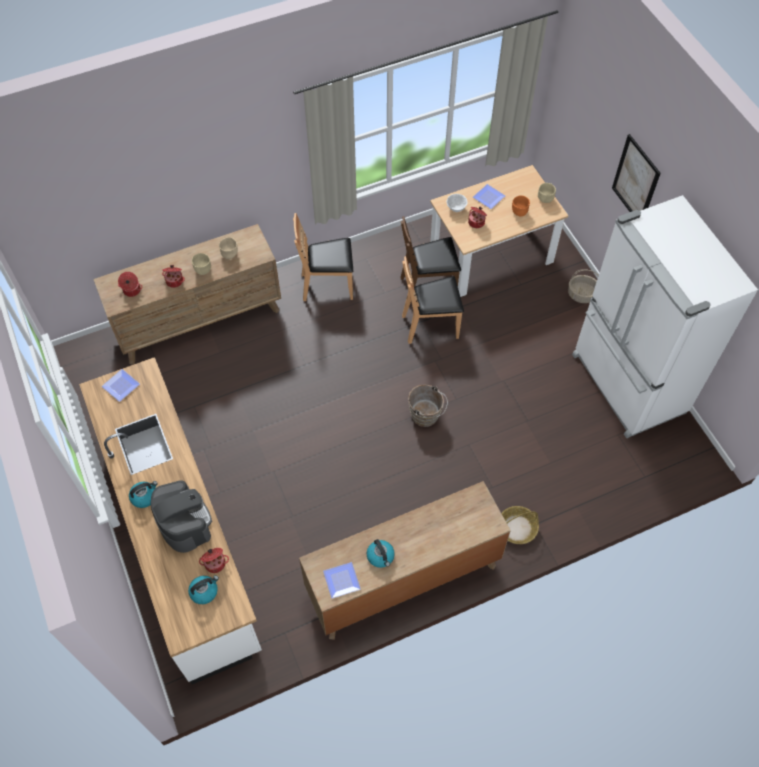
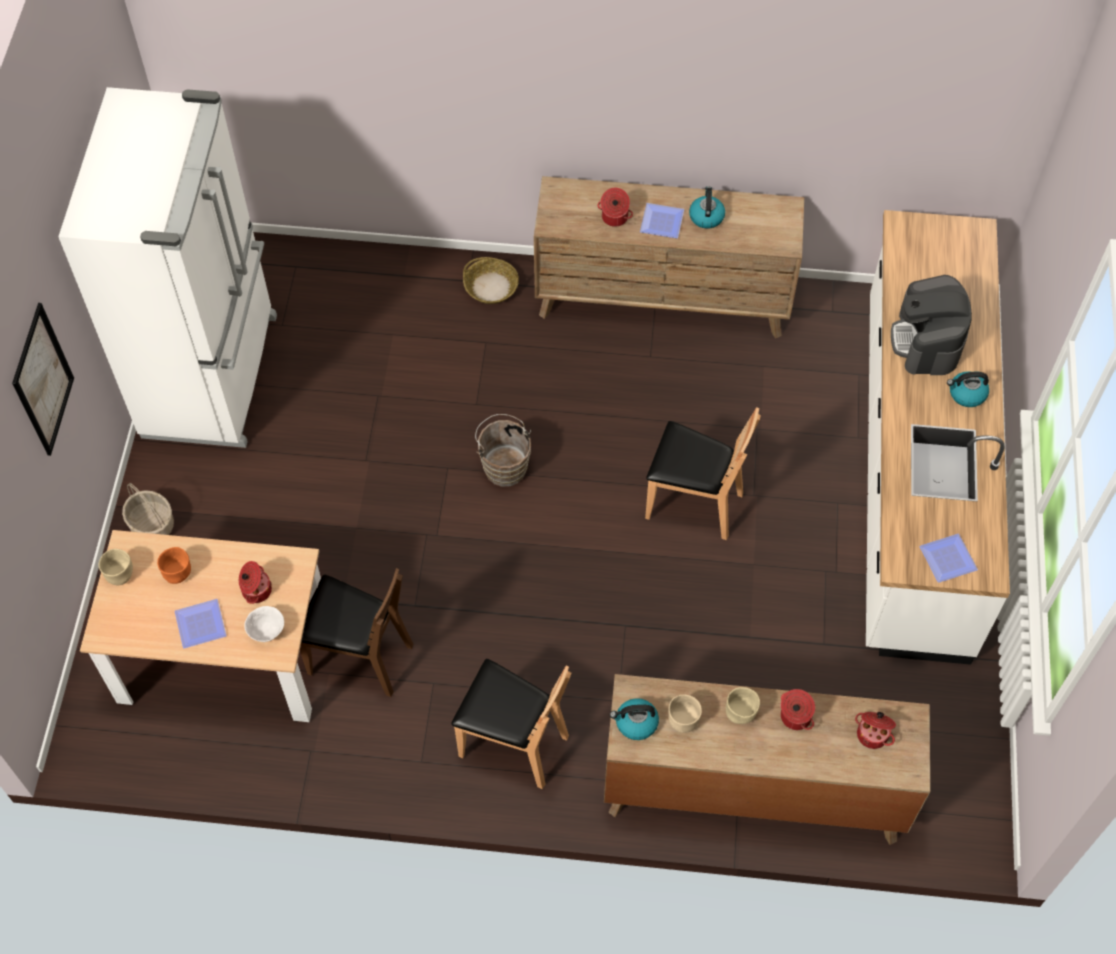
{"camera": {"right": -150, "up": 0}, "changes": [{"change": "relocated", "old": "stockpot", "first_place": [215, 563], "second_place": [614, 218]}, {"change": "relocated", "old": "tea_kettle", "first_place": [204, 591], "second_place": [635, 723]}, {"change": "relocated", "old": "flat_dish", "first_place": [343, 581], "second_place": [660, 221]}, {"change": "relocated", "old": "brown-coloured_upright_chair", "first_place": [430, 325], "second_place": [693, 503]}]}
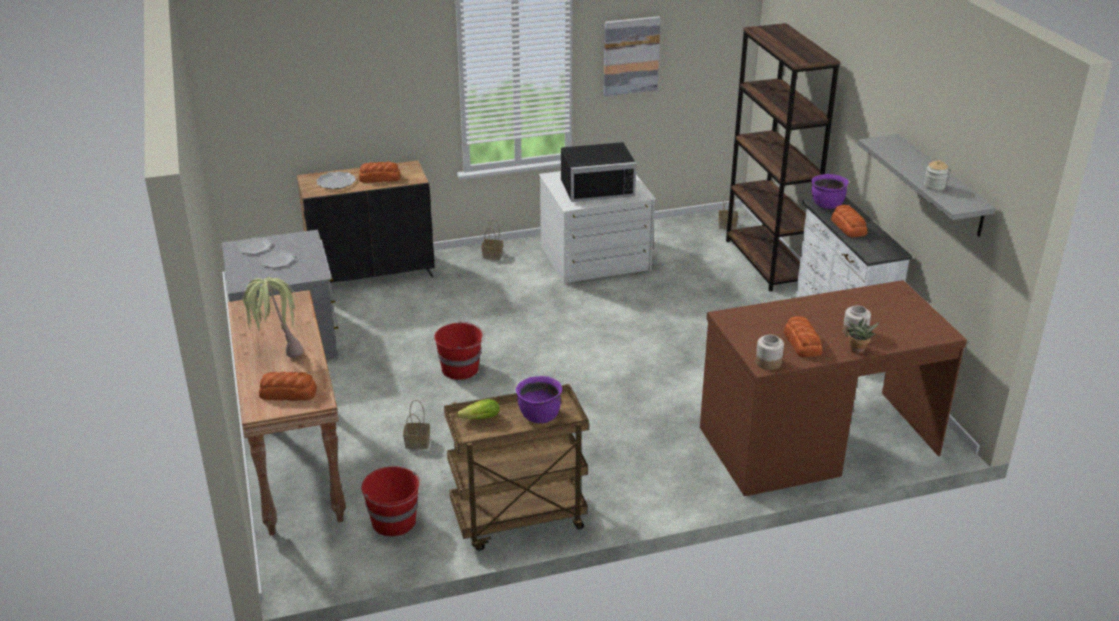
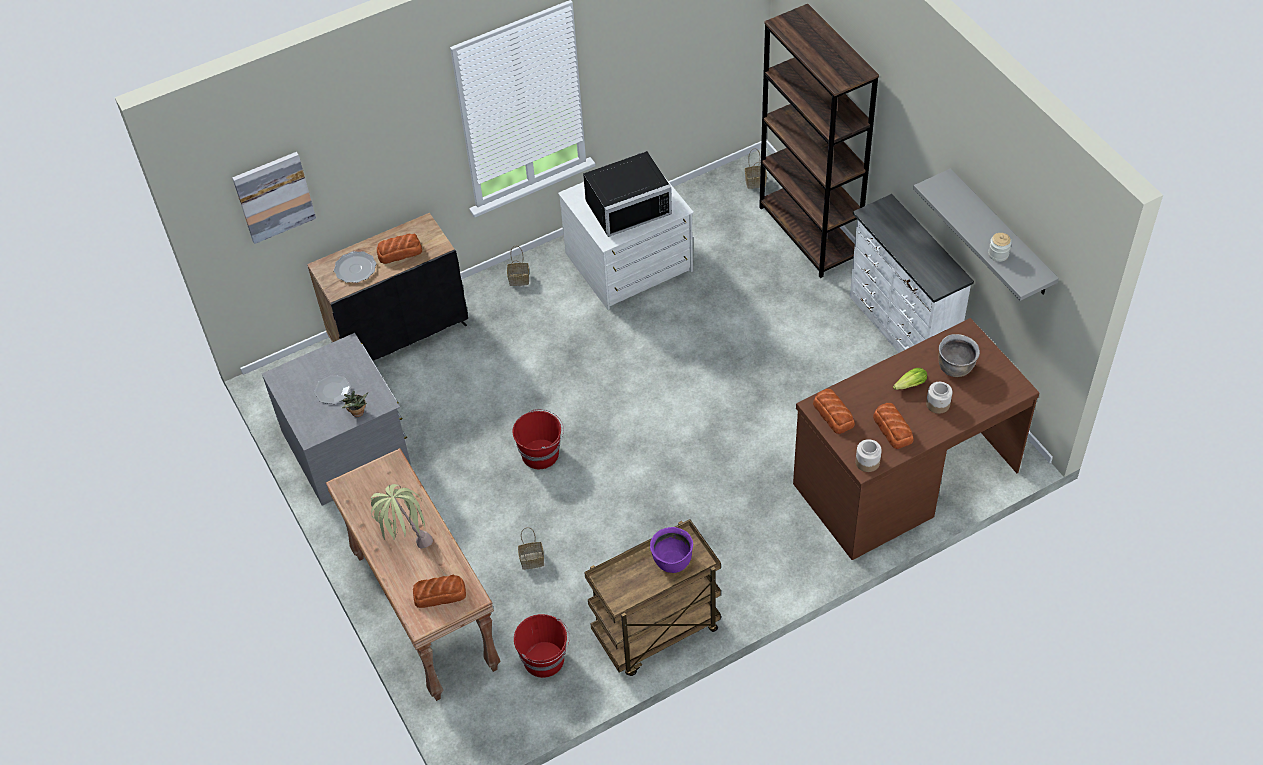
{"camera": {"right": -10, "up": 20}, "changes": [{"change": "relocated", "old": "wall_art", "first_place": [630, 55], "second_place": [274, 196]}, {"change": "relocated", "old": "potted_plant", "first_place": [857, 351], "second_place": [358, 414]}, {"change": "relocated", "old": "bread", "first_place": [848, 227], "second_place": [833, 414]}, {"change": "relocated", "old": "lettuce_head", "first_place": [478, 419], "second_place": [908, 386]}, {"change": "appeared", "new": "brown-coloured_stockpot", "second_place": [955, 367]}, {"change": "missing", "old": "flat_dish", "first_place": [255, 247]}, {"change": "missing", "old": "purple_stockpot", "first_place": [827, 205]}]}
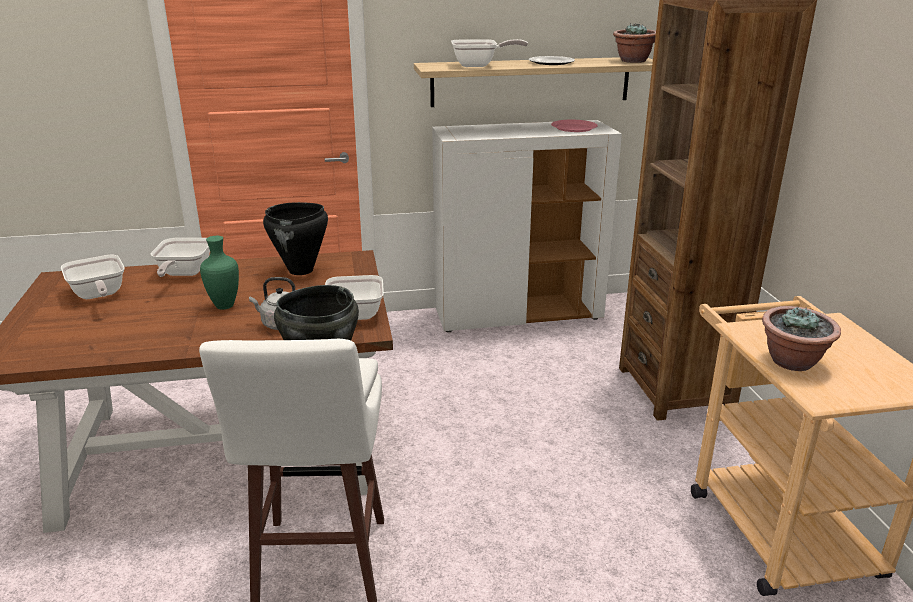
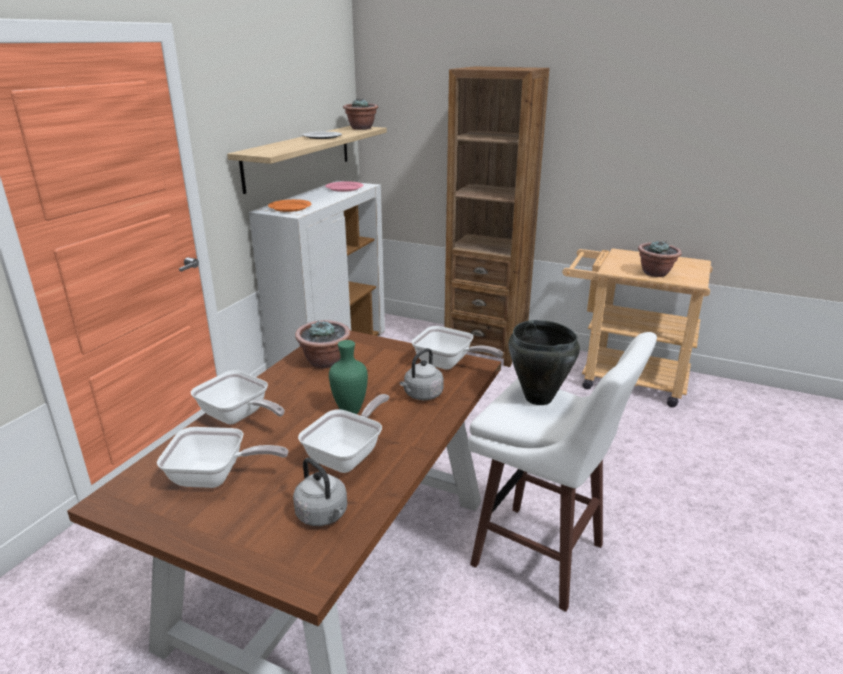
{"camera": {"right": -55, "up": 0}, "changes": [{"change": "appeared", "new": "orange-coloured_flat_dish", "second_place": [289, 207]}, {"change": "appeared", "new": "greyish_tea_kettle", "second_place": [323, 515]}, {"change": "exchanged", "old": "black_stockpot", "new": "potted_plant", "first_place": [301, 270], "second_place": [325, 362]}, {"change": "relocated", "old": "pan", "first_place": [479, 65], "second_place": [348, 455]}]}
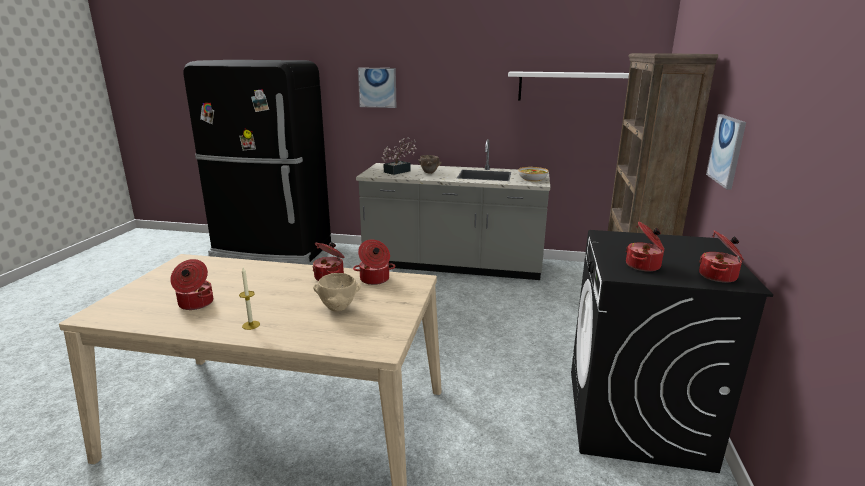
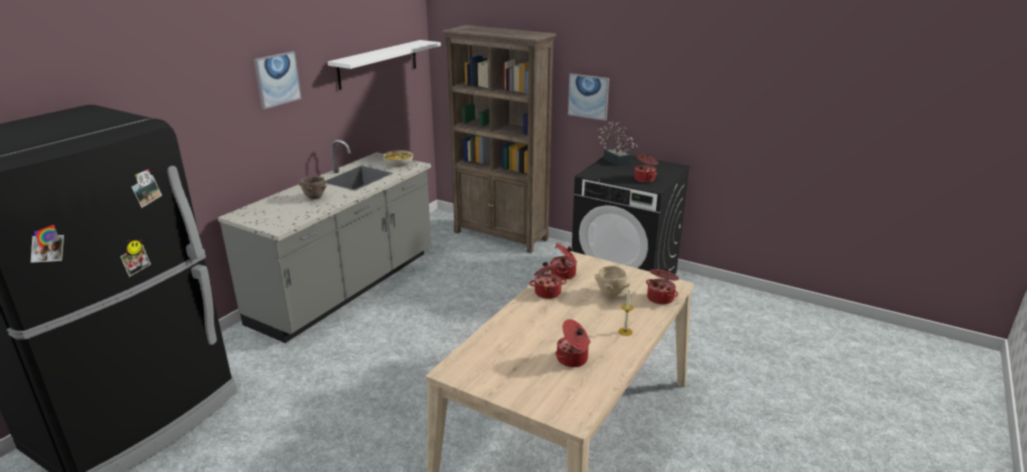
{"camera": {"right": -70, "up": 5}, "changes": [{"change": "relocated", "old": "wall_art", "first_place": [377, 87], "second_place": [277, 79]}, {"change": "relocated", "old": "potted_plant", "first_place": [399, 171], "second_place": [615, 159]}, {"change": "relocated", "old": "stockpot", "first_place": [719, 276], "second_place": [661, 298]}]}
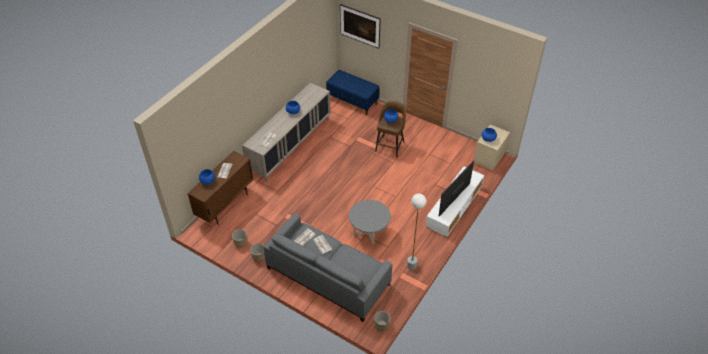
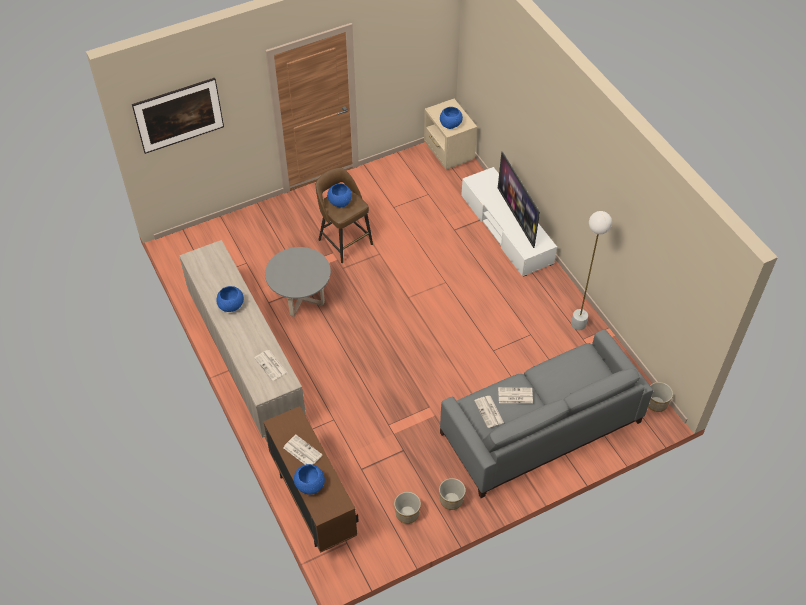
{"camera": {"right": -60, "up": 5}, "changes": [{"change": "relocated", "old": "greyish_lounge_table", "first_place": [369, 232], "second_place": [301, 298]}, {"change": "missing", "old": "blue_indoor_bench", "first_place": [353, 101]}]}
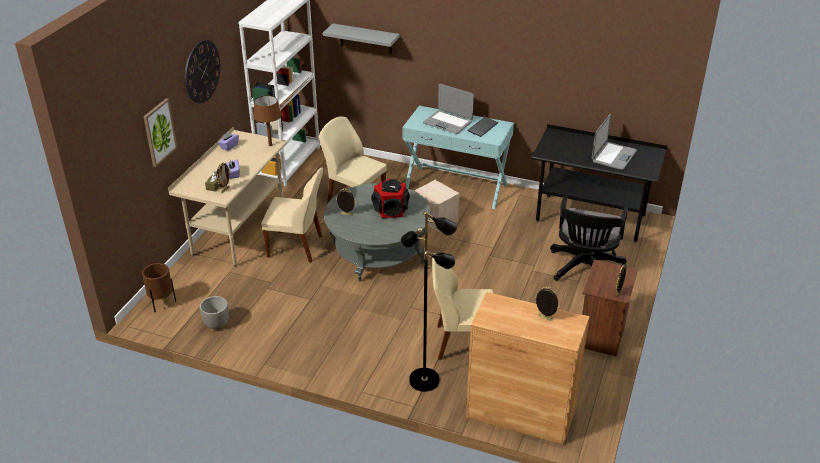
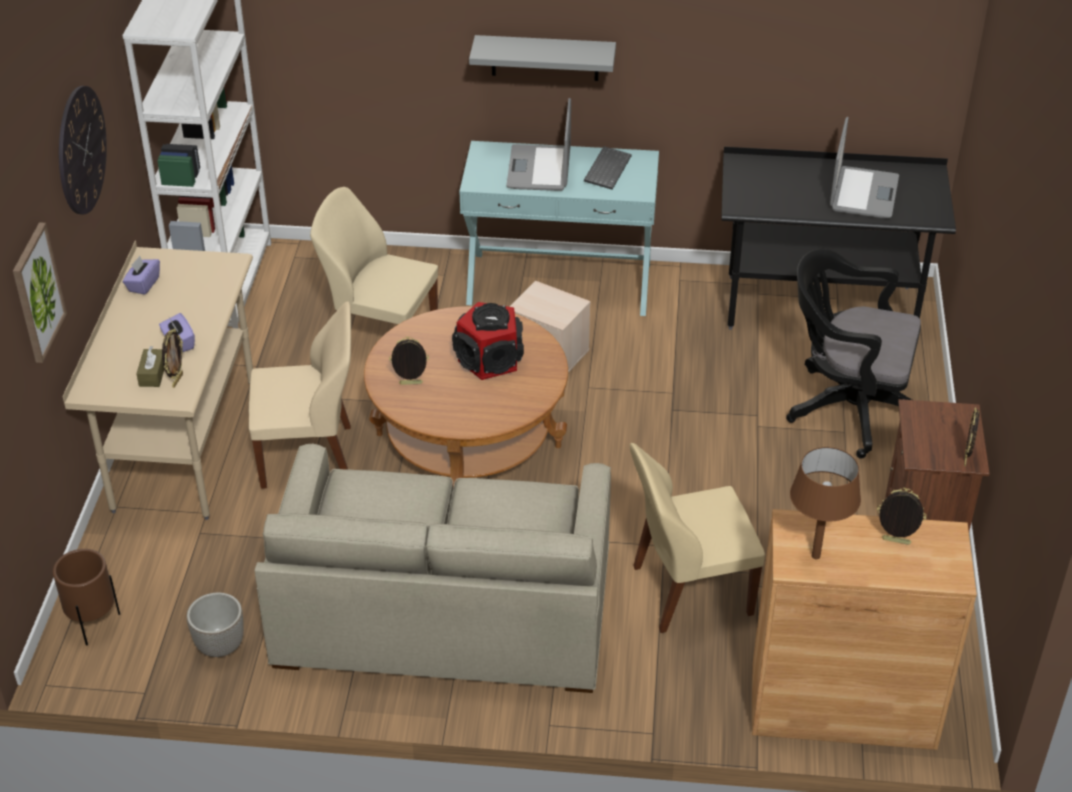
{"camera": {"right": -15, "up": 5}, "changes": [{"change": "appeared", "new": "beige_sofa", "second_place": [442, 608]}, {"change": "colour", "old": "greyish_lounge_table", "new": "brown-coloured_lounge_table", "first_place": [378, 252], "second_place": [468, 441]}, {"change": "relocated", "old": "greyish_wall_shelf", "first_place": [366, 39], "second_place": [545, 58]}, {"change": "spun", "old": "portable_computer", "first_place": [447, 122], "second_place": [540, 169], "degrees": 75}, {"change": "spun", "old": "black_computer_chair", "first_place": [584, 270], "second_place": [847, 408], "degrees": 105}, {"change": "relocated", "old": "brown-coloured_table_lamp", "first_place": [270, 145], "second_place": [816, 556]}, {"change": "missing", "old": "black_standard_lamp", "first_place": [425, 380]}]}
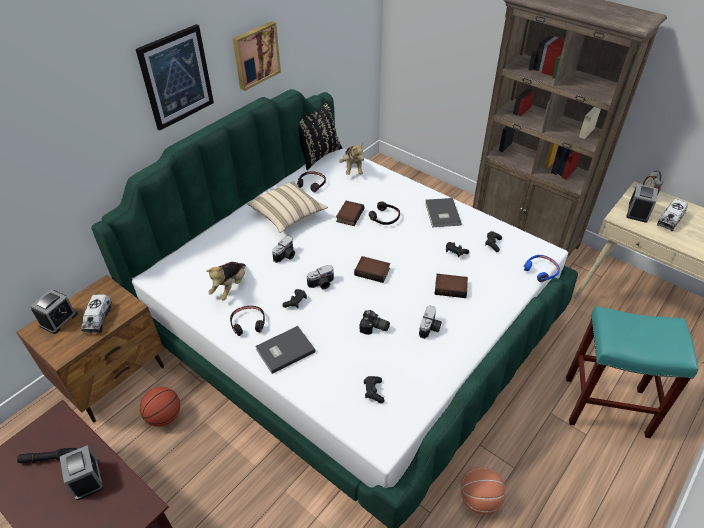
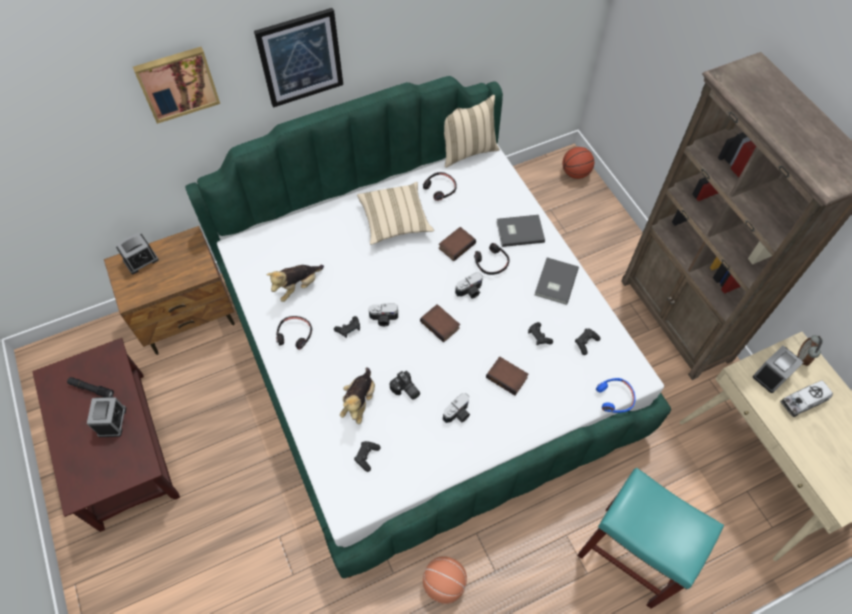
{"camera": {"right": 25, "up": 15}, "changes": [{"change": "relocated", "old": "wall_art", "first_place": [255, 55], "second_place": [177, 83]}, {"change": "relocated", "old": "soft_toy", "first_place": [352, 169], "second_place": [359, 401]}, {"change": "colour", "old": "black_cushion", "new": "beige_cushion", "first_place": [317, 155], "second_place": [467, 151]}, {"change": "relocated", "old": "photo_camera", "first_place": [286, 256], "second_place": [470, 292]}, {"change": "relocated", "old": "greyish_bound_book", "first_place": [284, 350], "second_place": [519, 231]}, {"change": "relocated", "old": "ball_for_basketball", "first_place": [164, 416], "second_place": [575, 173]}, {"change": "missing", "old": "toy_lorry", "first_place": [98, 319]}]}
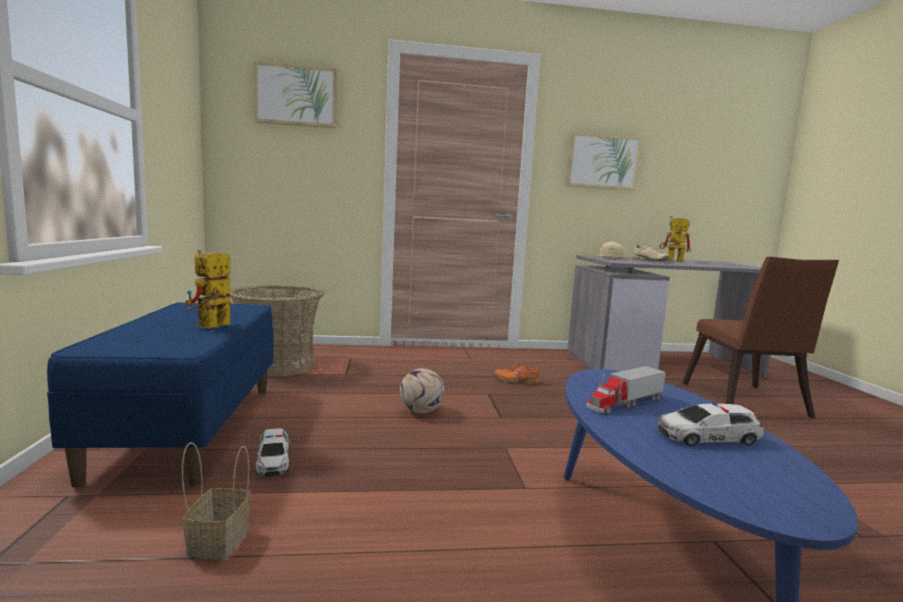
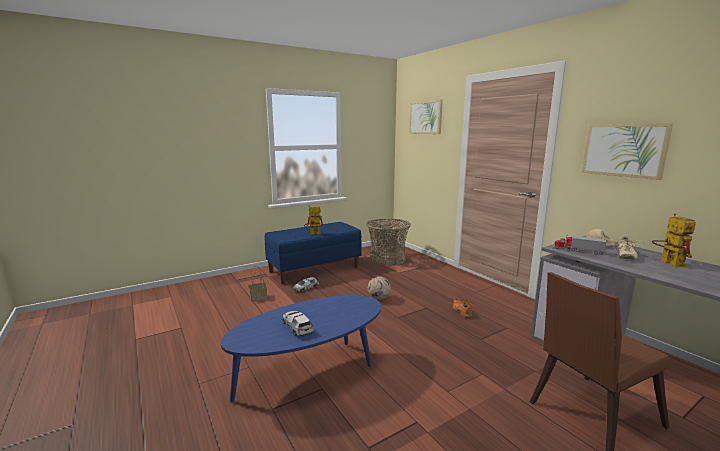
{"camera": {"right": 65, "up": 5}, "changes": [{"change": "relocated", "old": "toy_lorry", "first_place": [624, 403], "second_place": [577, 250]}]}
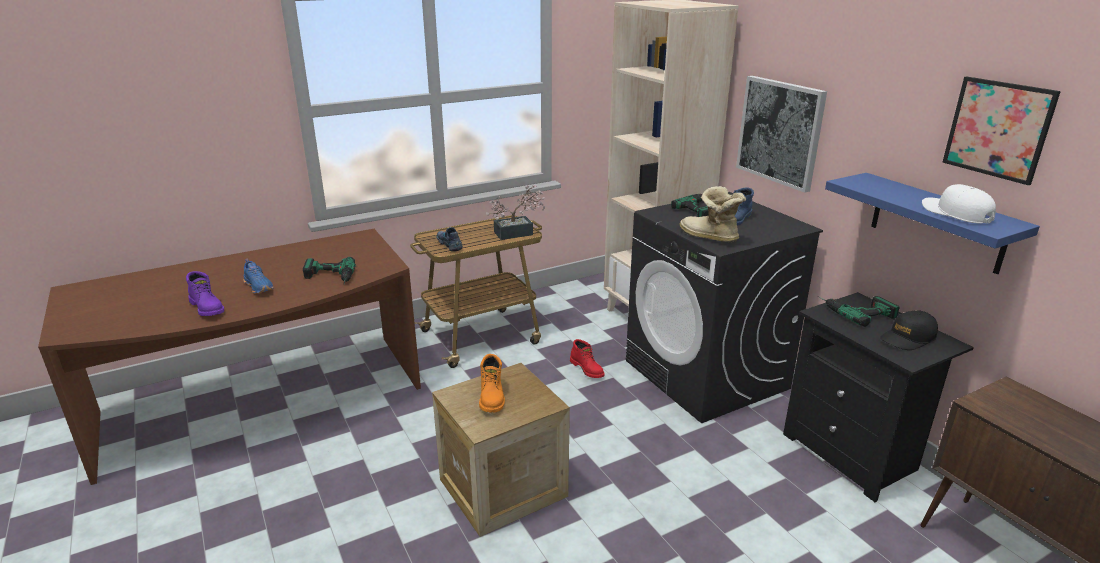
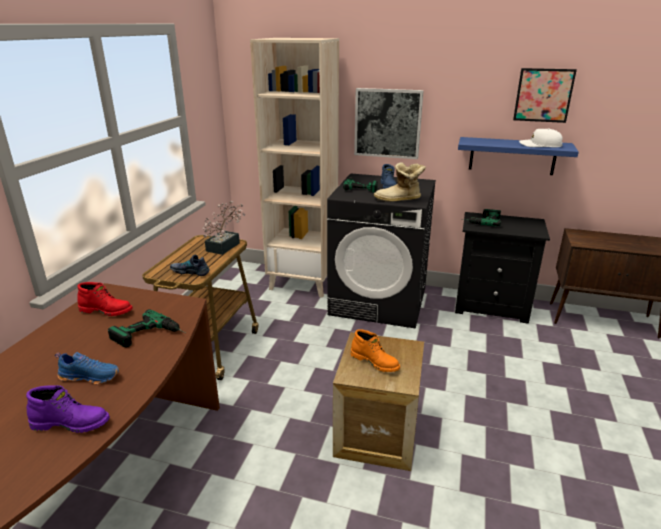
{"camera": {"right": -45, "up": 0}, "changes": [{"change": "relocated", "old": "reddish_tall_boot", "first_place": [587, 369], "second_place": [107, 311]}, {"change": "missing", "old": "black_cap", "first_place": [908, 338]}]}
